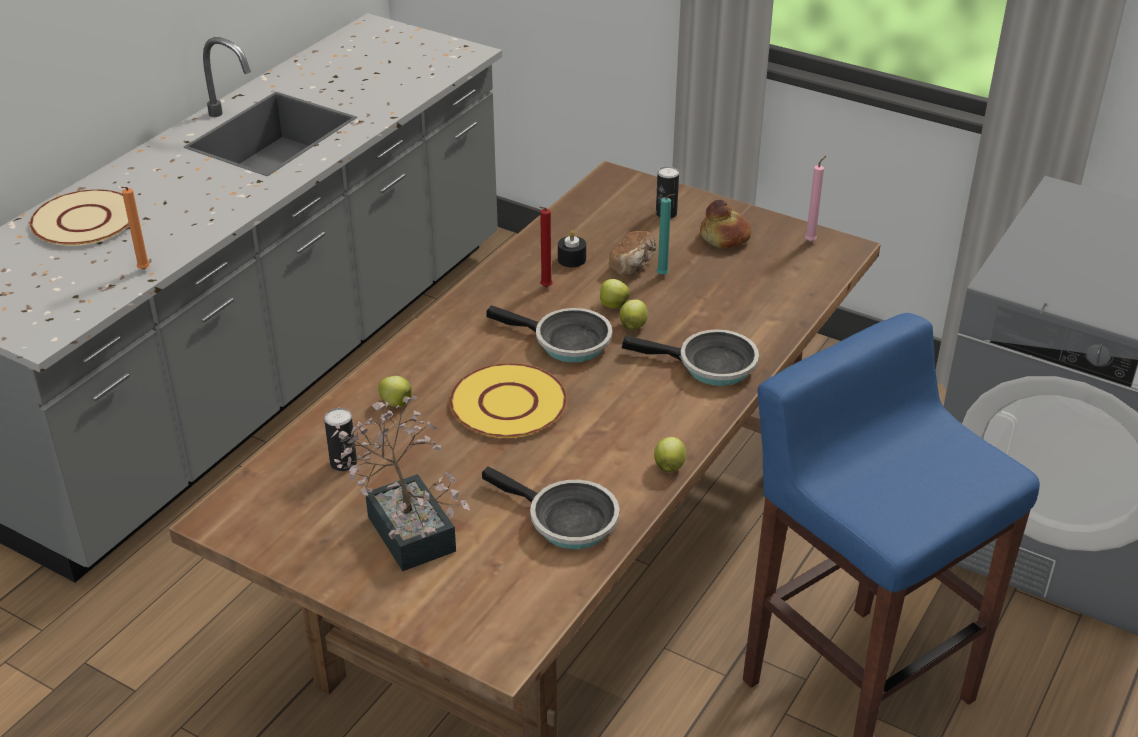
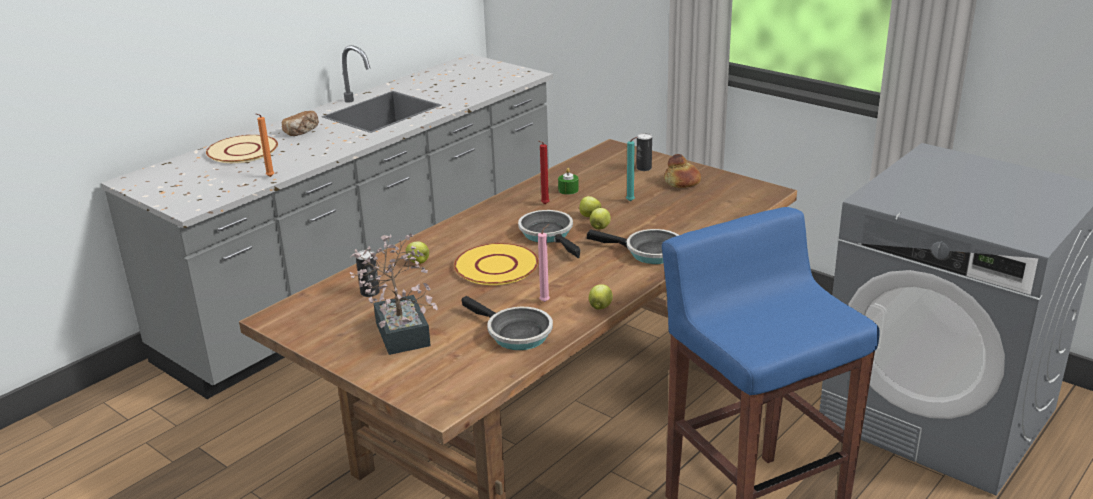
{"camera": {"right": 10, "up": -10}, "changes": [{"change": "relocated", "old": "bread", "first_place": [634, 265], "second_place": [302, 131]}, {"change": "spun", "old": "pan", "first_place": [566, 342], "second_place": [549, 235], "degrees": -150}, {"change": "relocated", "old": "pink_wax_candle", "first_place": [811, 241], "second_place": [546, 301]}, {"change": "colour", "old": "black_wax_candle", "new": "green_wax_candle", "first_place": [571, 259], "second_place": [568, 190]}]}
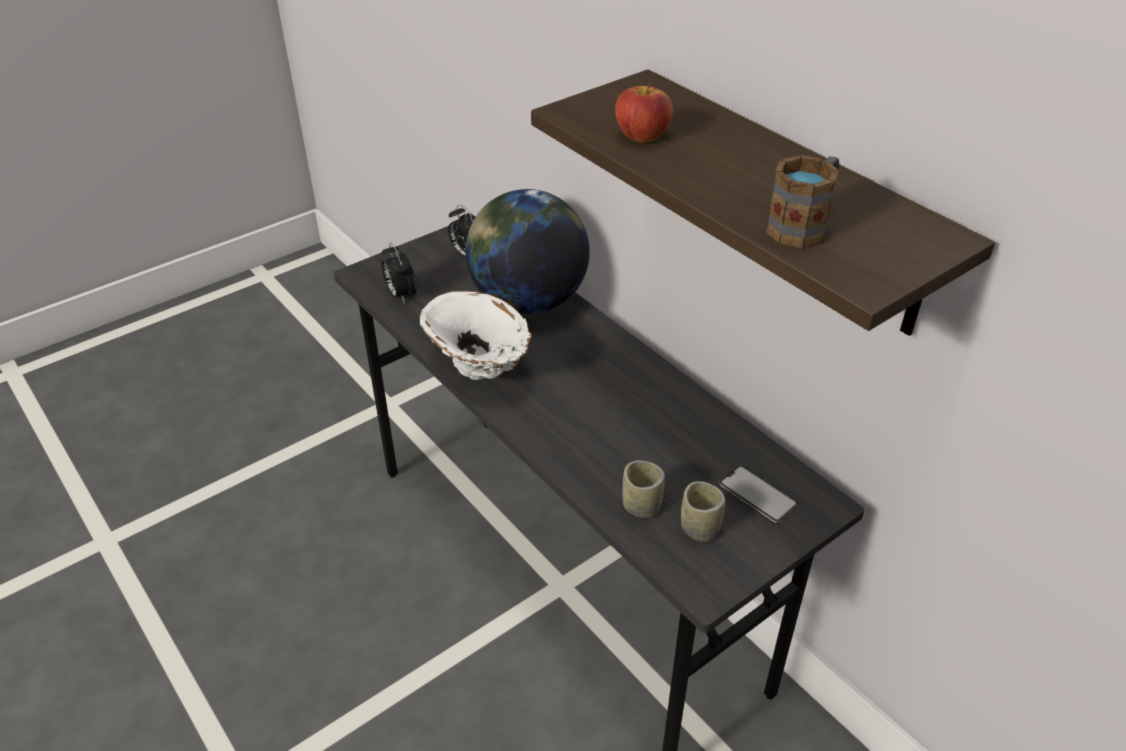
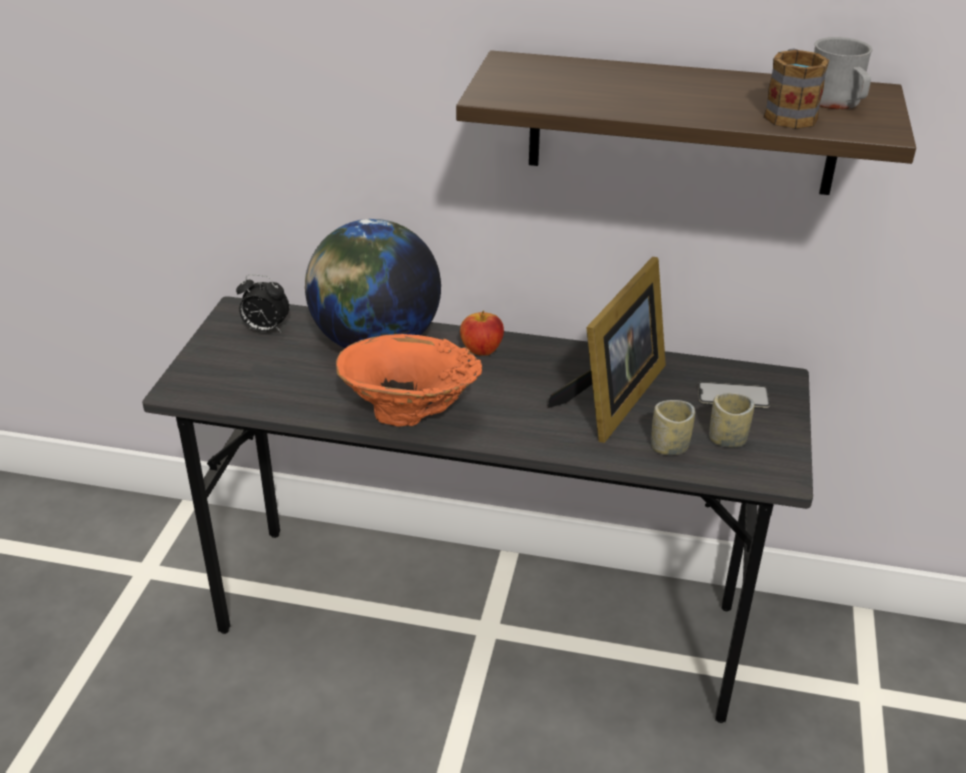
{"camera": {"right": -40, "up": -5}, "changes": [{"change": "colour", "old": "white-coloured_flower_vase", "new": "orange-coloured_flower_vase", "first_place": [478, 373], "second_place": [410, 419]}, {"change": "relocated", "old": "apple_fruit", "first_place": [642, 137], "second_place": [481, 350]}, {"change": "appeared", "new": "standing_frame", "second_place": [613, 399]}, {"change": "appeared", "new": "greyish_tea_mug", "second_place": [838, 103]}, {"change": "missing", "old": "table_clock", "first_place": [400, 295]}]}
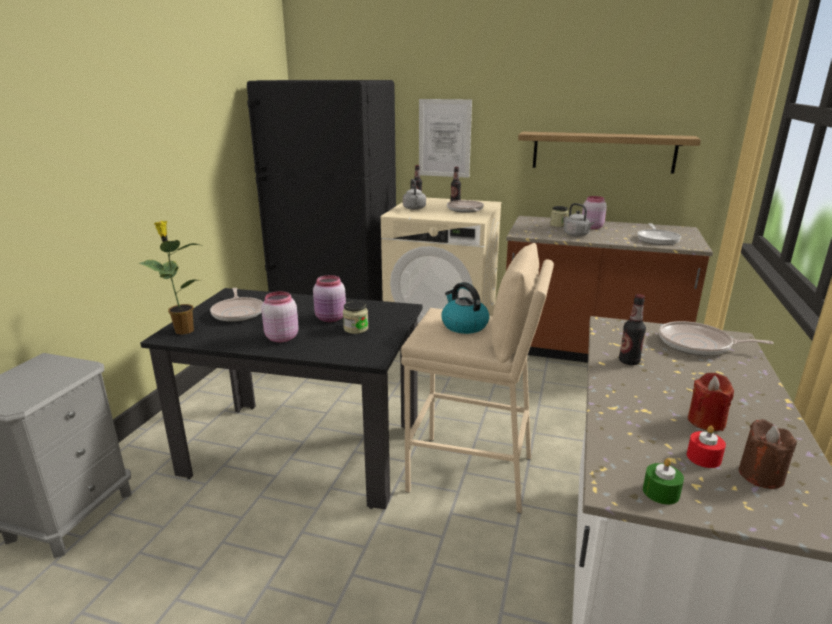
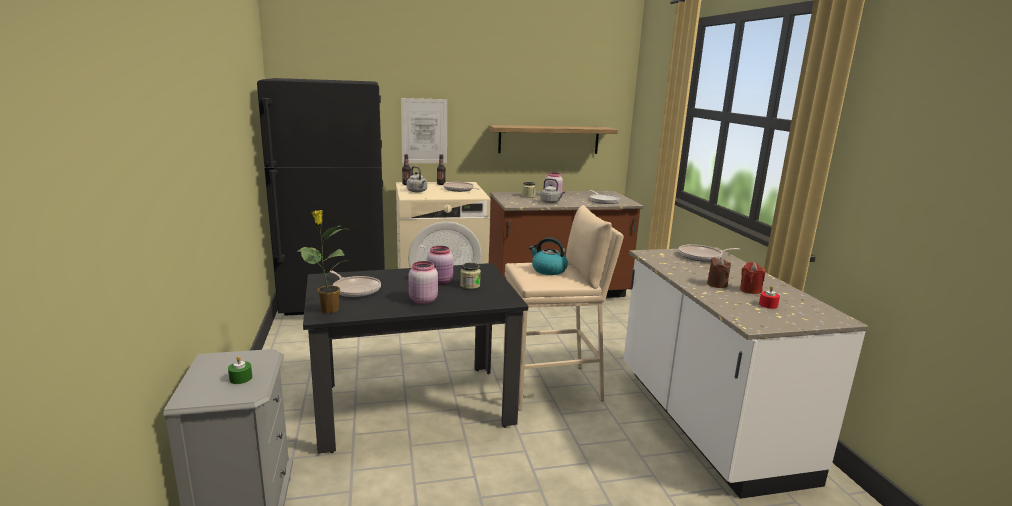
{"camera": {"right": -30, "up": -5}, "changes": [{"change": "relocated", "old": "green_wax_candle", "first_place": [661, 492], "second_place": [241, 378]}, {"change": "relocated", "old": "brown-coloured_wax_candle", "first_place": [761, 475], "second_place": [717, 284]}, {"change": "missing", "old": "drink_bottle", "first_place": [629, 361]}]}
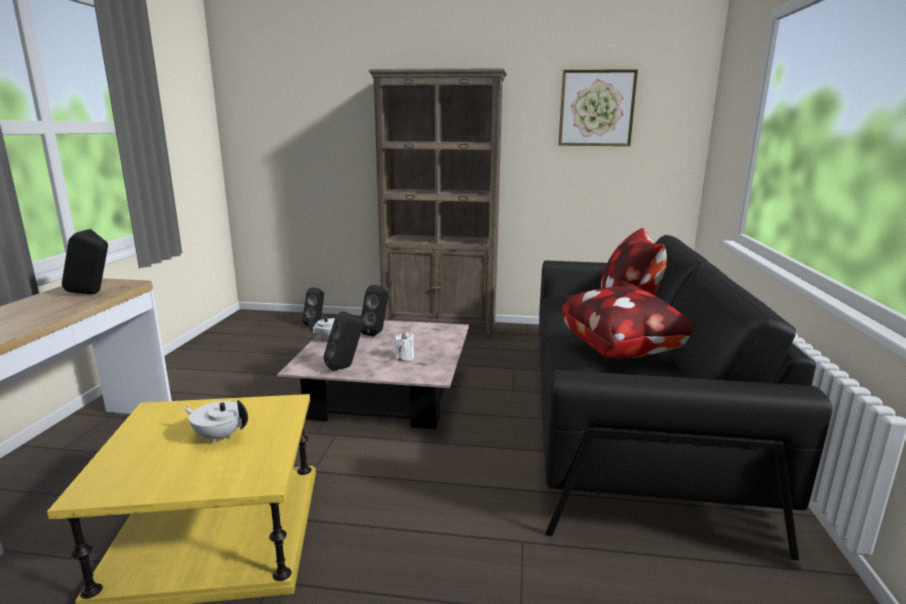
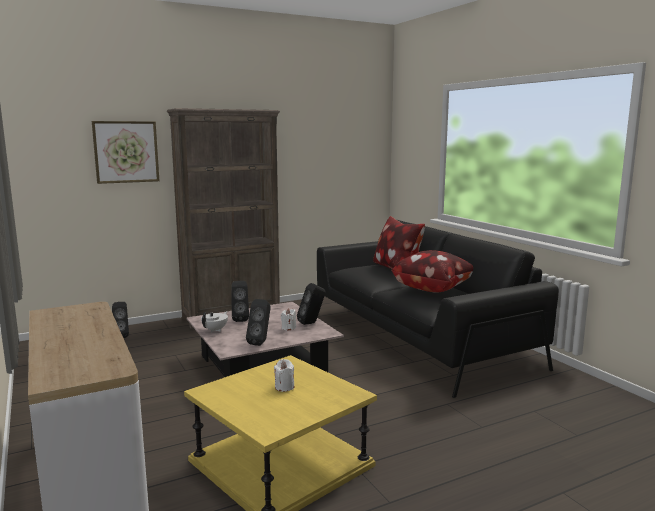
{"camera": {"right": -35, "up": -5}, "changes": [{"change": "relocated", "old": "wall_art", "first_place": [596, 108], "second_place": [126, 152]}, {"change": "exchanged", "old": "white-coloured_tea_pot", "new": "white-coloured_wax_candle", "first_place": [219, 436], "second_place": [284, 387]}, {"change": "relocated", "old": "black_audio_speaker", "first_place": [93, 293], "second_place": [312, 323]}]}
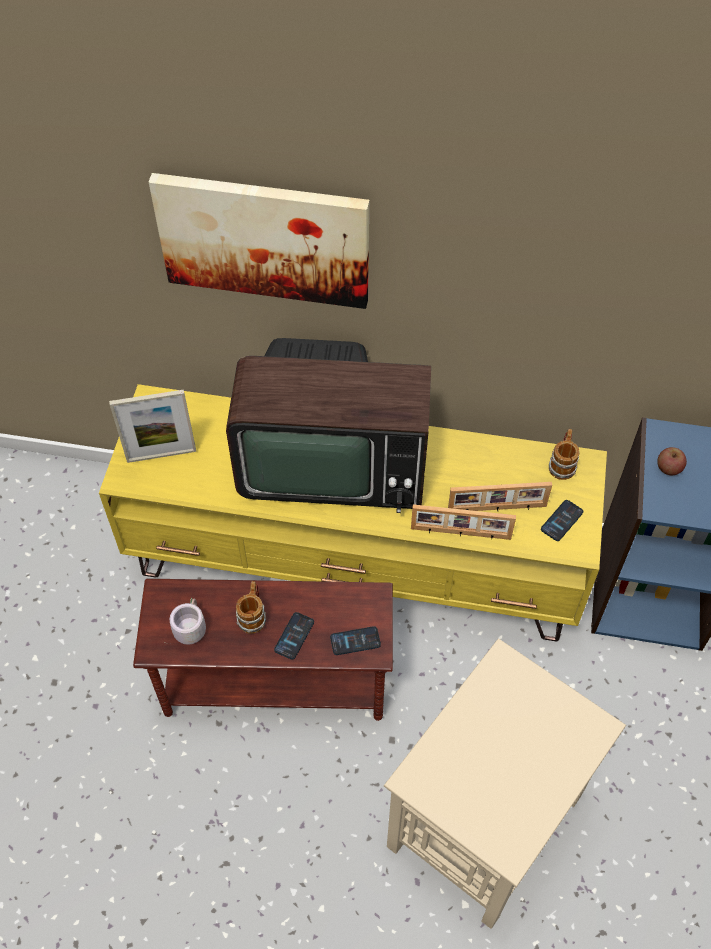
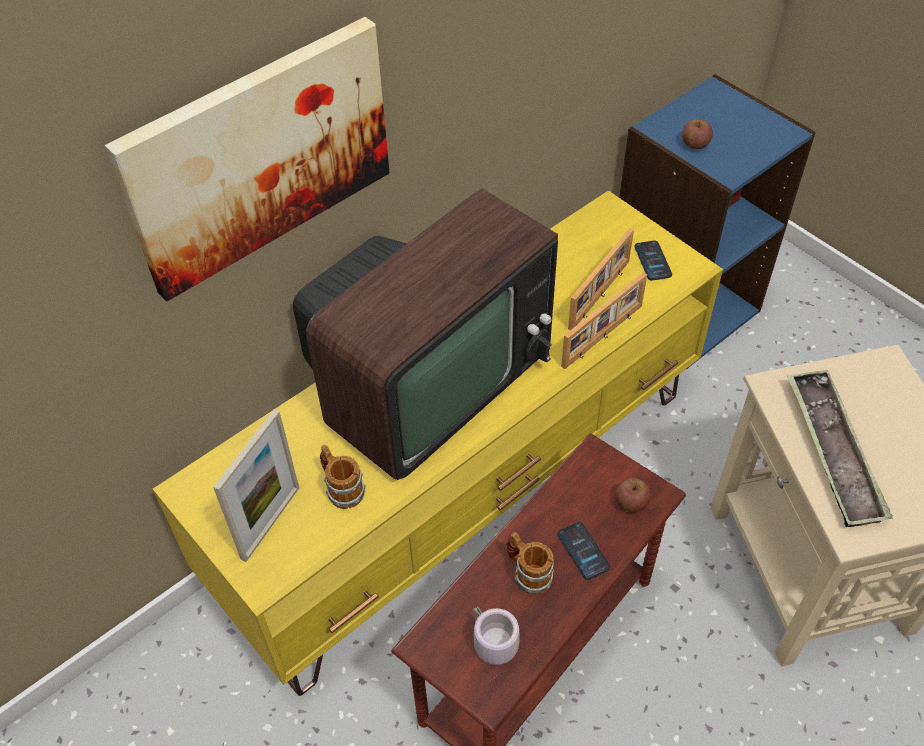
{"camera": {"right": -50, "up": -5}, "changes": [{"change": "relocated", "old": "tea_mug", "first_place": [562, 463], "second_place": [341, 488]}, {"change": "exchanged", "old": "handset", "new": "apple_fruit", "first_place": [355, 641], "second_place": [631, 502]}, {"change": "appeared", "new": "carrying_tray", "second_place": [833, 452]}]}
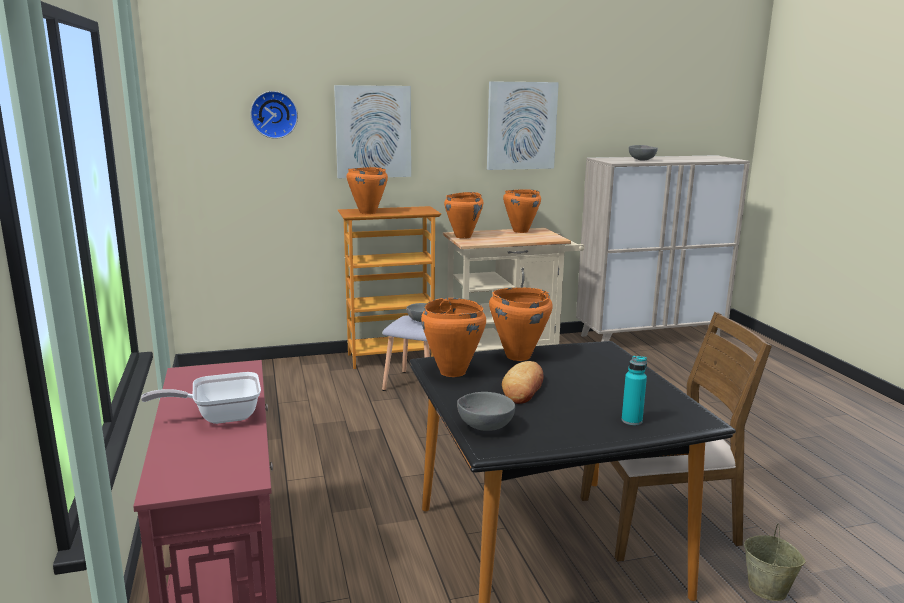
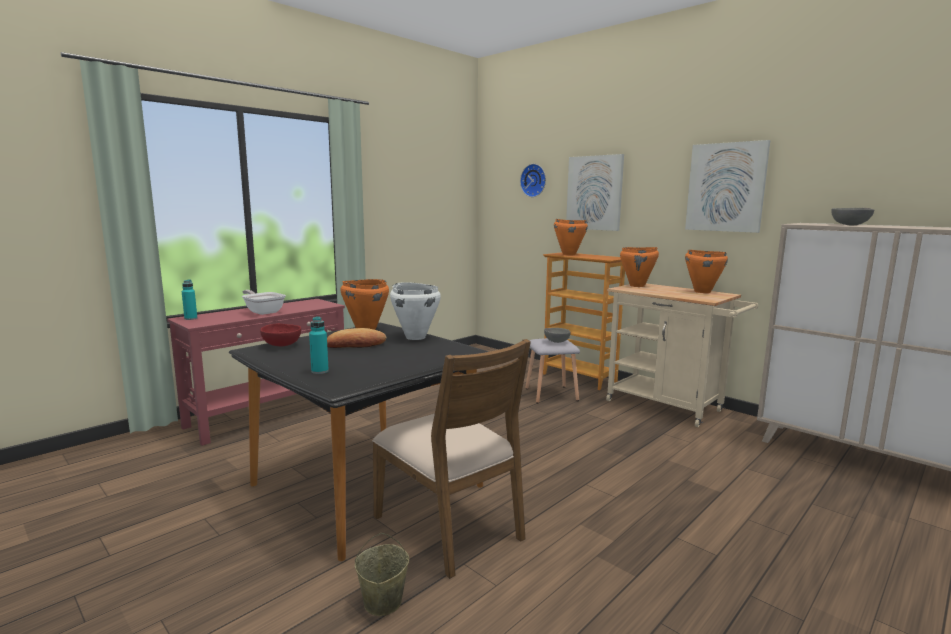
{"camera": {"right": 60, "up": -5}, "changes": [{"change": "appeared", "new": "turquoise_drink_bottle", "second_place": [191, 318]}, {"change": "colour", "old": "greyish_deep_dish", "new": "reddish_deep_dish", "first_place": [484, 426], "second_place": [282, 345]}, {"change": "colour", "old": "orange-coloured_stockpot", "new": "white-coloured_stockpot", "first_place": [517, 356], "second_place": [415, 337]}]}
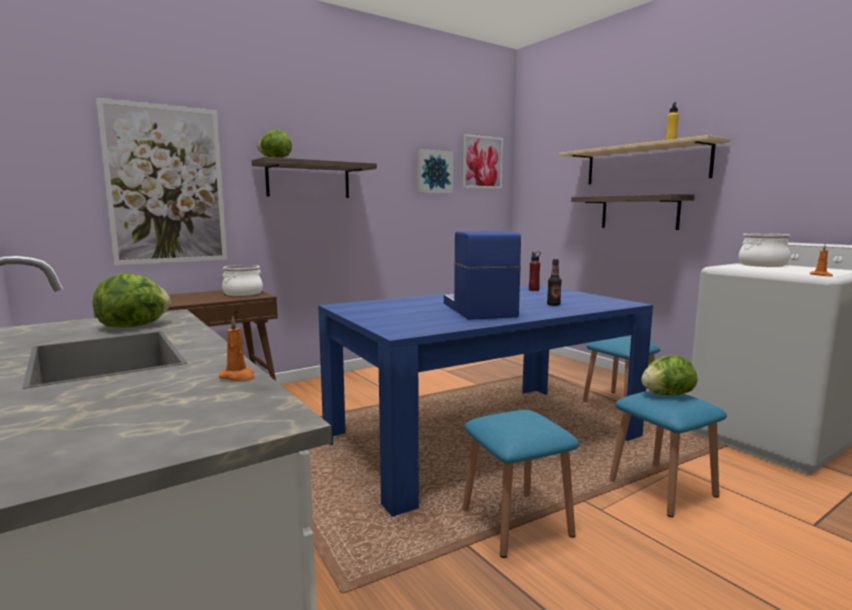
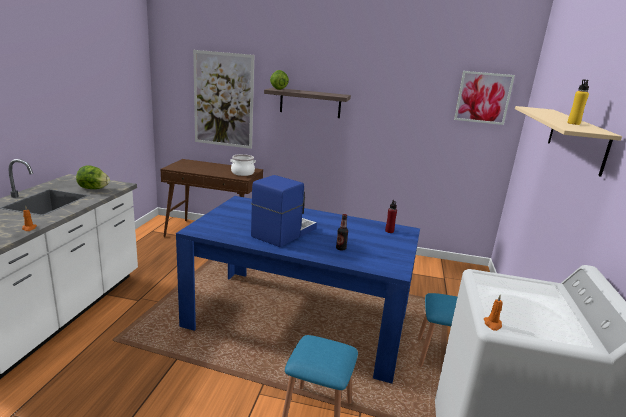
{"camera": {"right": 45, "up": 10}, "changes": [{"change": "missing", "old": "wall_art", "first_place": [433, 172]}, {"change": "missing", "old": "blue_stool", "first_place": [516, 522]}, {"change": "missing", "old": "wall_shelf", "first_place": [639, 212]}, {"change": "missing", "old": "lettuce_head", "first_place": [666, 394]}, {"change": "missing", "old": "stockpot", "first_place": [762, 265]}]}
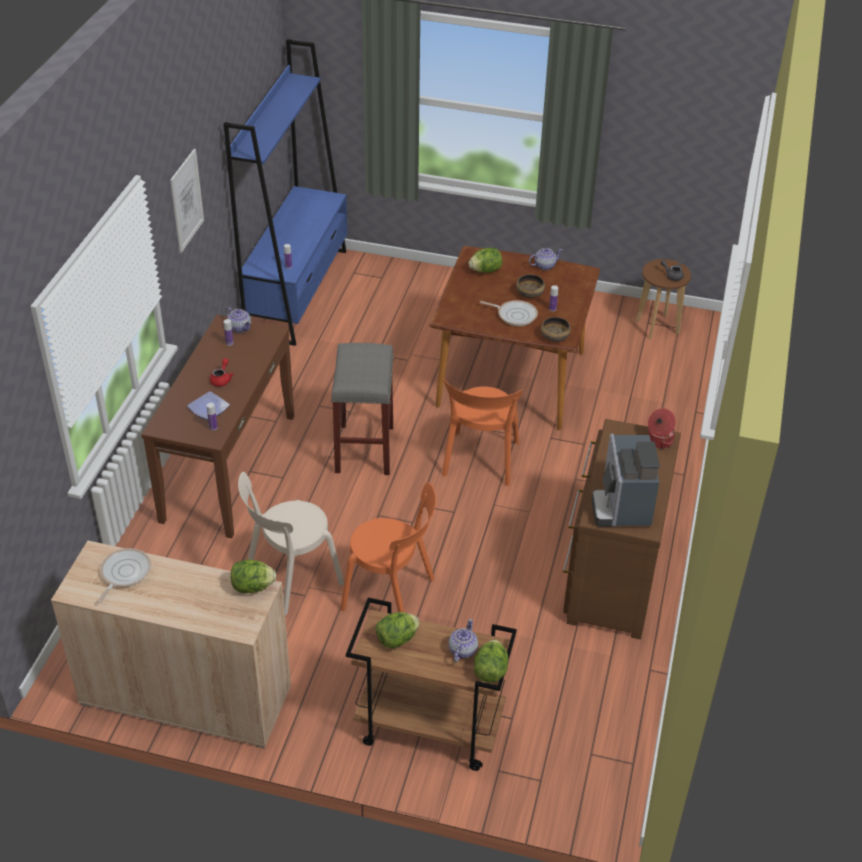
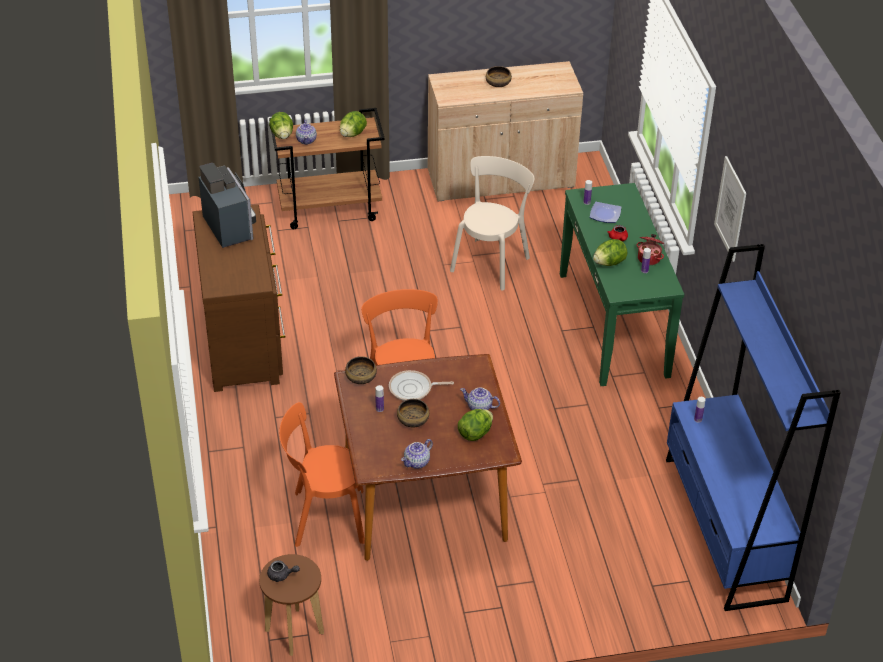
{"camera": {"right": 155, "up": 0}, "changes": [{"change": "relocated", "old": "orange-coloured_upright_chair", "first_place": [392, 595], "second_place": [324, 517]}, {"change": "relocated", "old": "tea_pot", "first_place": [239, 327], "second_place": [479, 407]}, {"change": "appeared", "new": "deep_dish", "second_place": [498, 83]}, {"change": "colour", "old": "brown-coloured_console_table", "new": "green_console_table", "first_place": [228, 467], "second_place": [614, 324]}, {"change": "relocated", "old": "lettuce_head", "first_place": [252, 587], "second_place": [609, 263]}, {"change": "relocated", "old": "stockpot", "first_place": [659, 440], "second_place": [649, 258]}, {"change": "missing", "old": "pan", "first_place": [124, 573]}, {"change": "missing", "old": "greyish_stool", "first_place": [365, 450]}]}
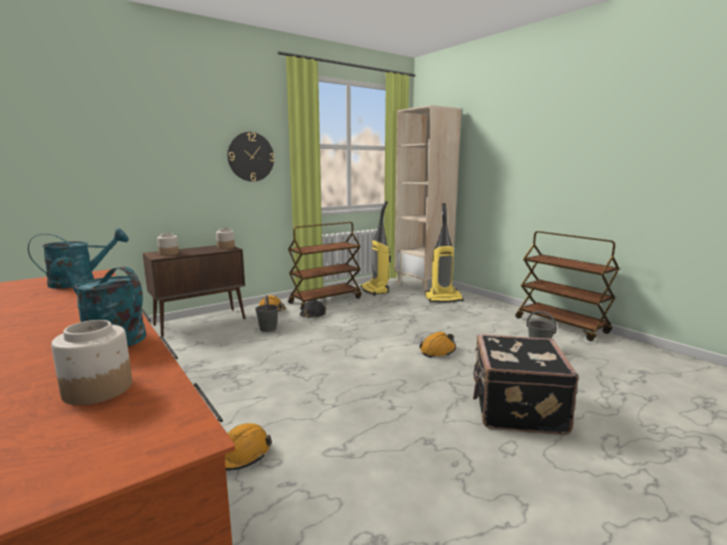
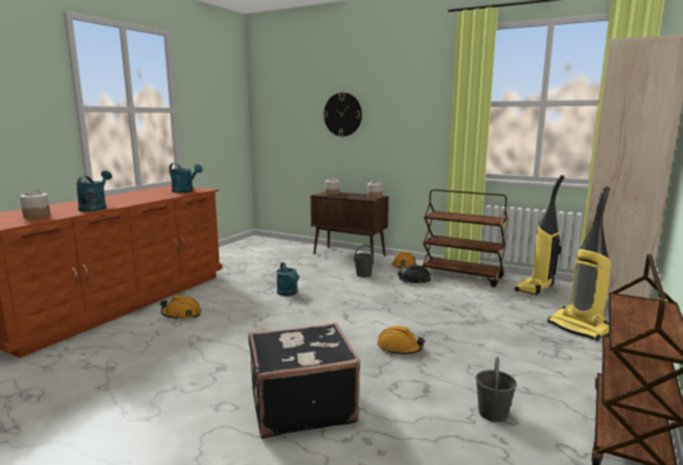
{"camera": {"right": 65, "up": 0}, "changes": [{"change": "appeared", "new": "turquoise_watering_can", "second_place": [288, 293]}, {"change": "relocated", "old": "hanging_clock", "first_place": [251, 157], "second_place": [343, 114]}]}
